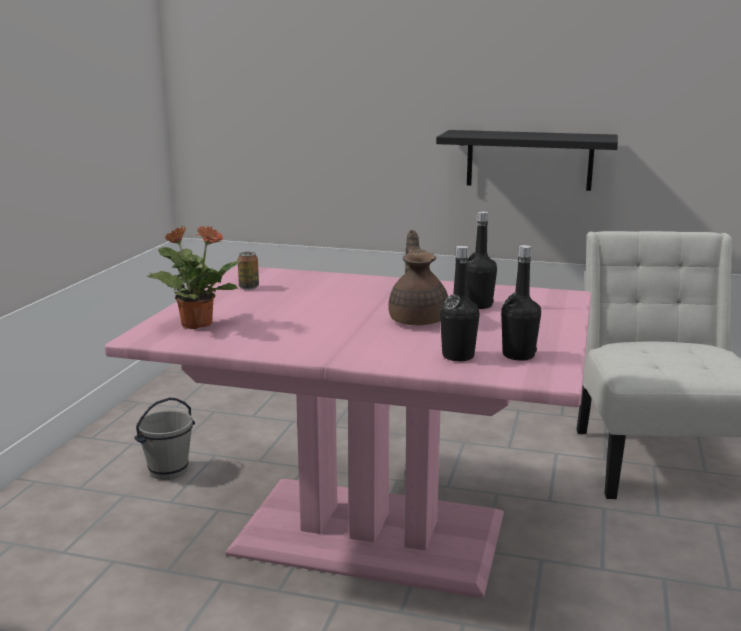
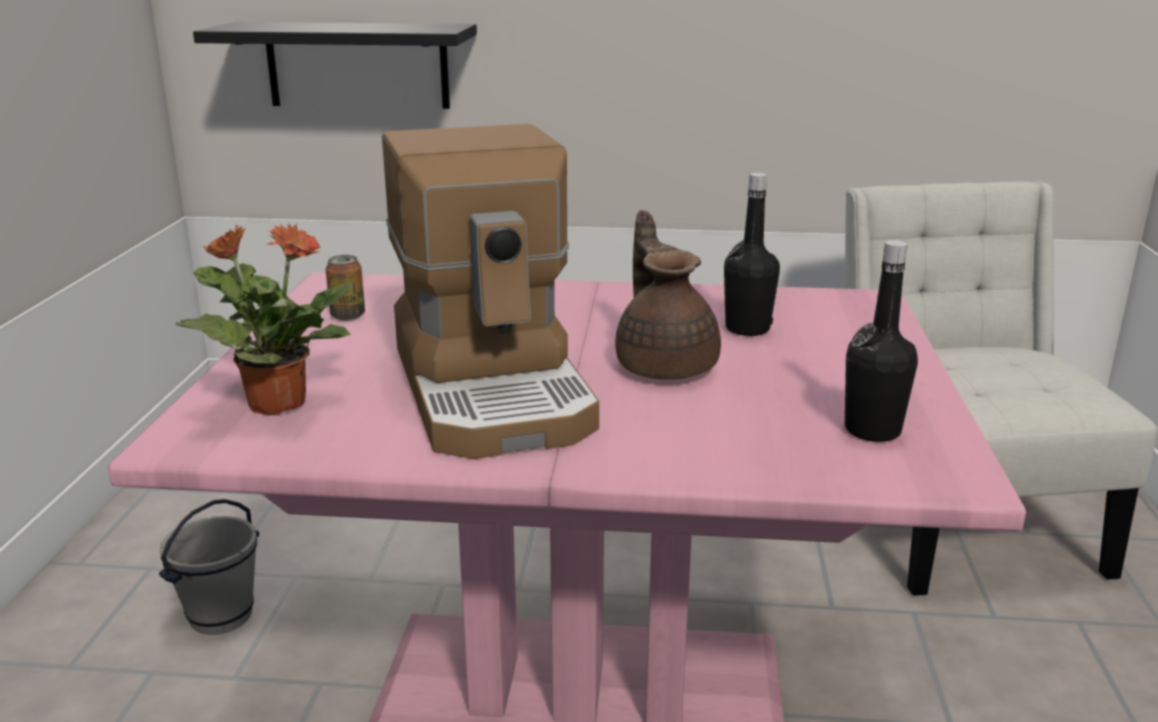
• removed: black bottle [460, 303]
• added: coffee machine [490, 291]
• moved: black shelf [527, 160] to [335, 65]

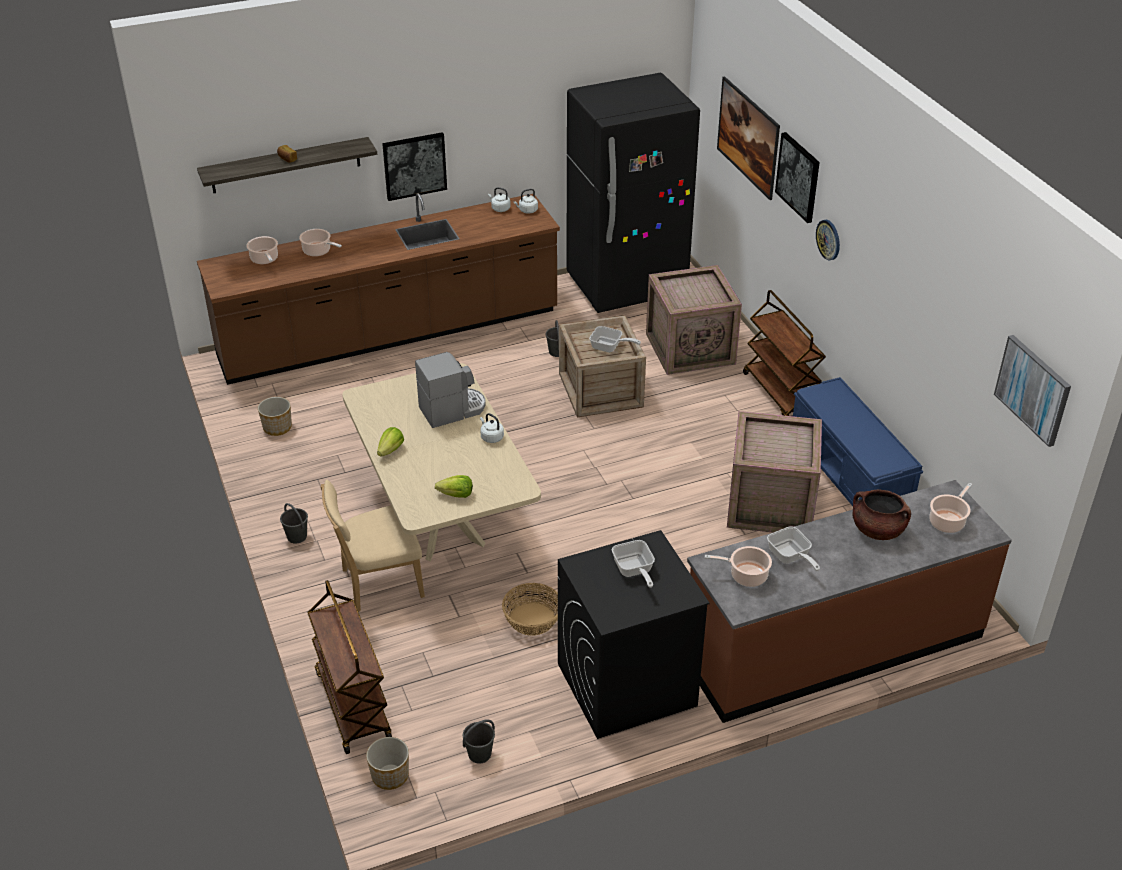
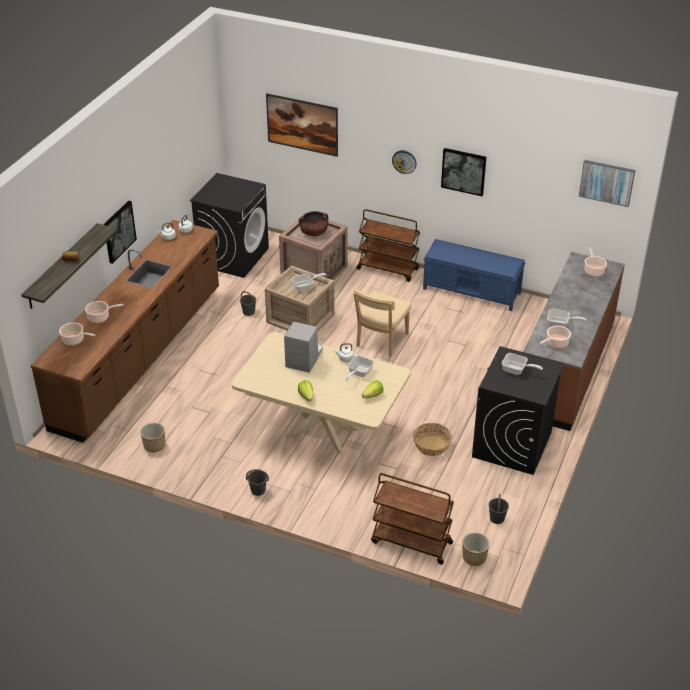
• removed: crate [774, 472]
• added: frying pan [360, 368]
• moved: beige chair [373, 546] to [382, 323]
• moved: picture [797, 177] to [463, 172]
• moved: brown cooking pot [882, 515] to [313, 223]
• replaced: black fridge [633, 193] to black washing machine [229, 225]

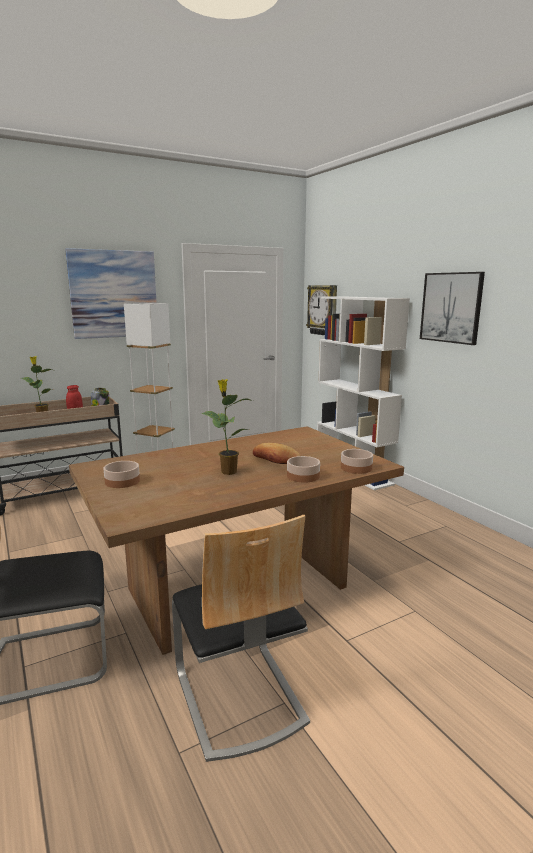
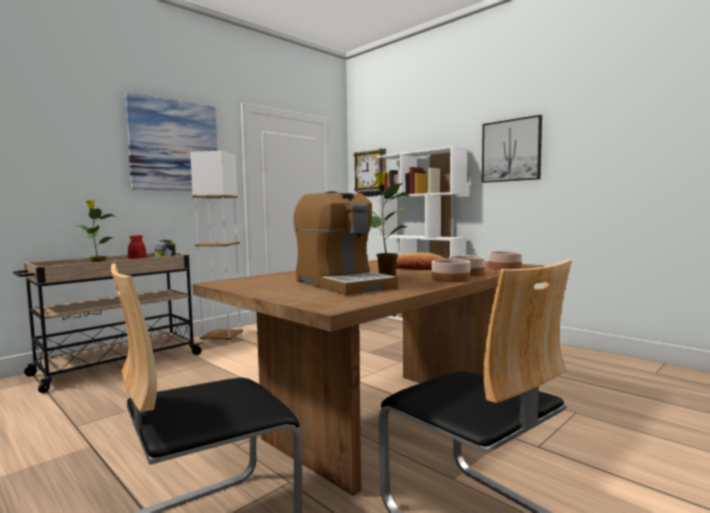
• added: coffee machine [345, 243]
• moved: bowl [122, 474] to [451, 270]

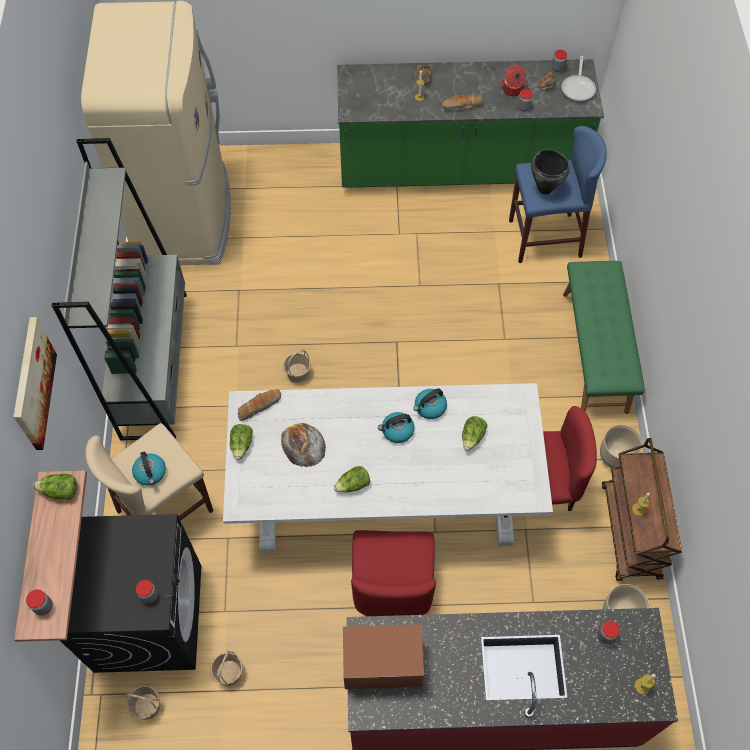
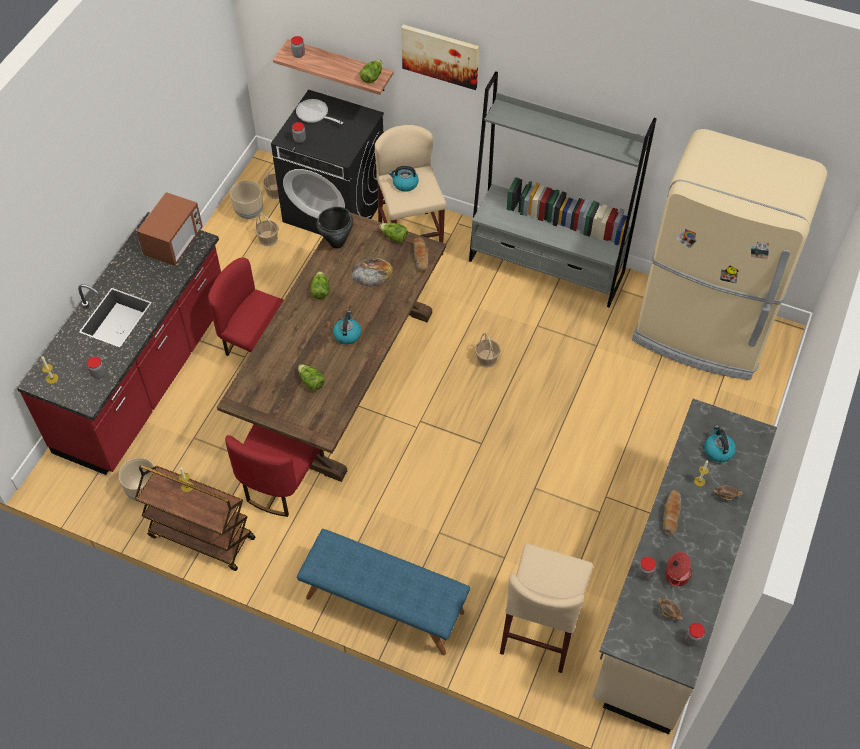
• moved: kettle [430, 403] to [720, 443]
• moved: black cooking pot [550, 171] to [335, 228]
• moved: frying pan [579, 78] to [319, 111]
• moved: beige planter [621, 447] to [246, 199]
• recoloured: white dining table [388, 468] to brown dining table [331, 347]
• recoloured: green counter [470, 123] to beige counter [684, 566]
• recoloured: blue stool [558, 194] to beige stool [546, 608]
• recoloured: green bench [604, 337] to blue bench [383, 592]

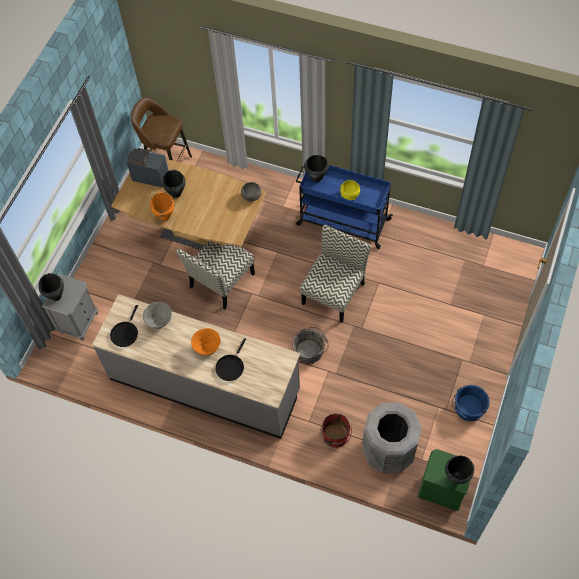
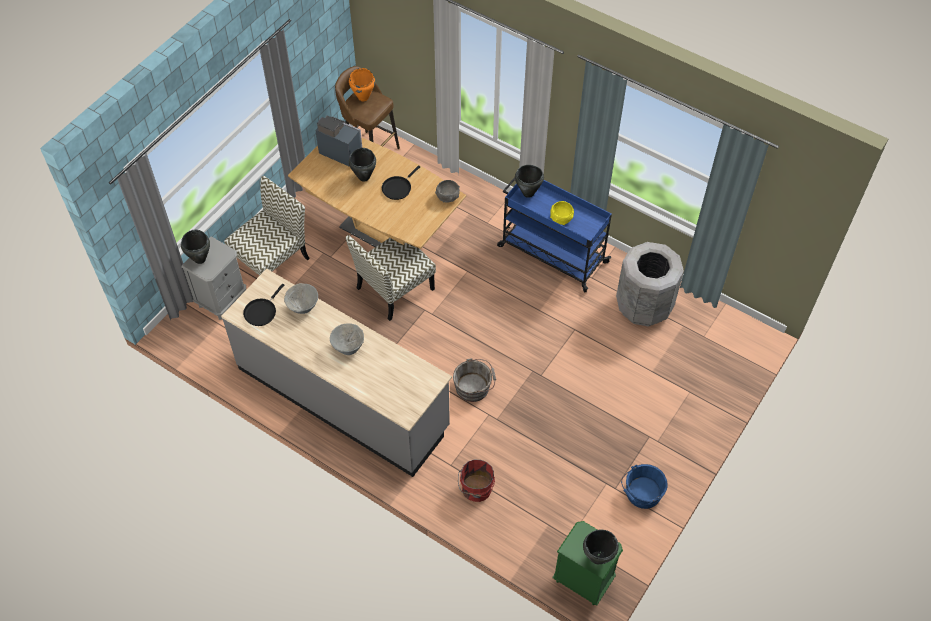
• moved: orange cooking pot [162, 206] to [362, 84]
• moved: black frying pan [230, 359] to [401, 182]
• moved: chair [335, 274] to [267, 226]
• moved: grey trash can [392, 438] to [650, 284]
• recoloured: orange bowl [206, 341] to grey bowl [347, 339]

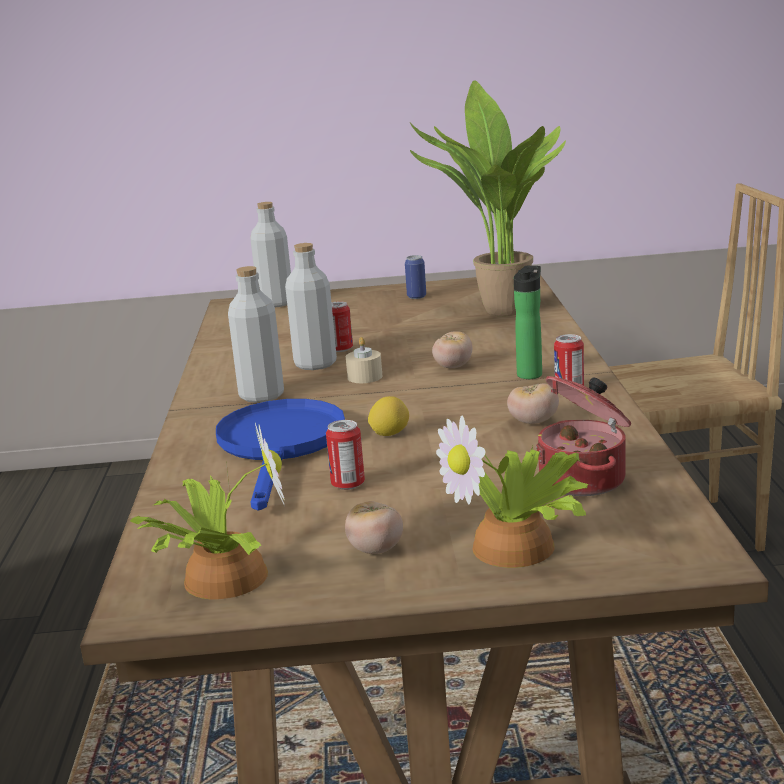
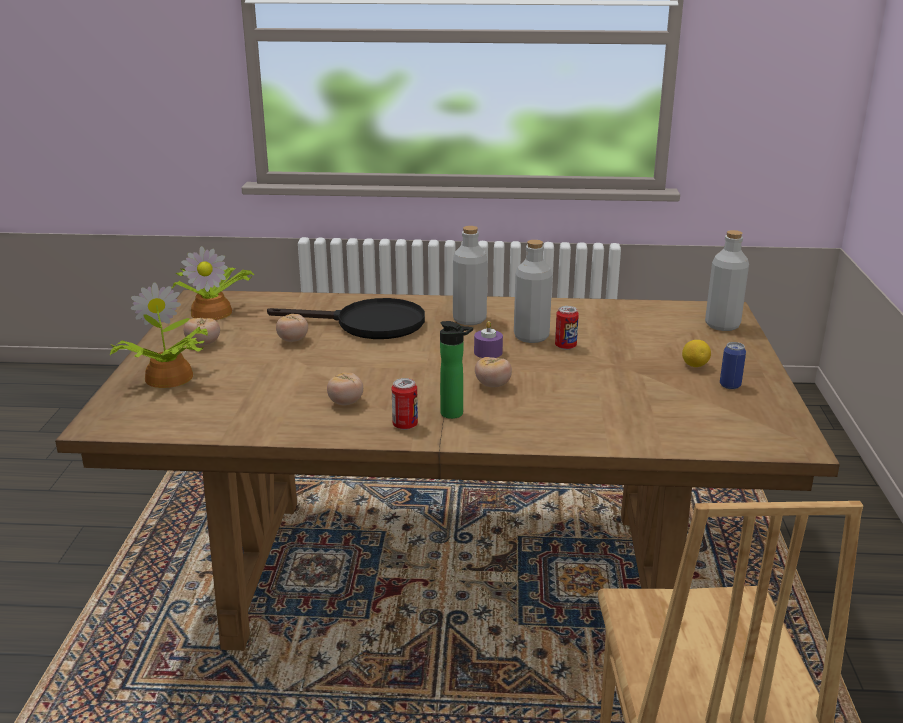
• removed: potted plant [488, 199]
• removed: cooking pot [583, 436]
• moved: lemon [388, 416] to [696, 353]
• replaced: can [345, 455] to tomato [292, 328]
• recoloured: blue frying pan [280, 455] to black frying pan [346, 318]
• recoloured: beige candle [364, 360] to purple candle [488, 339]

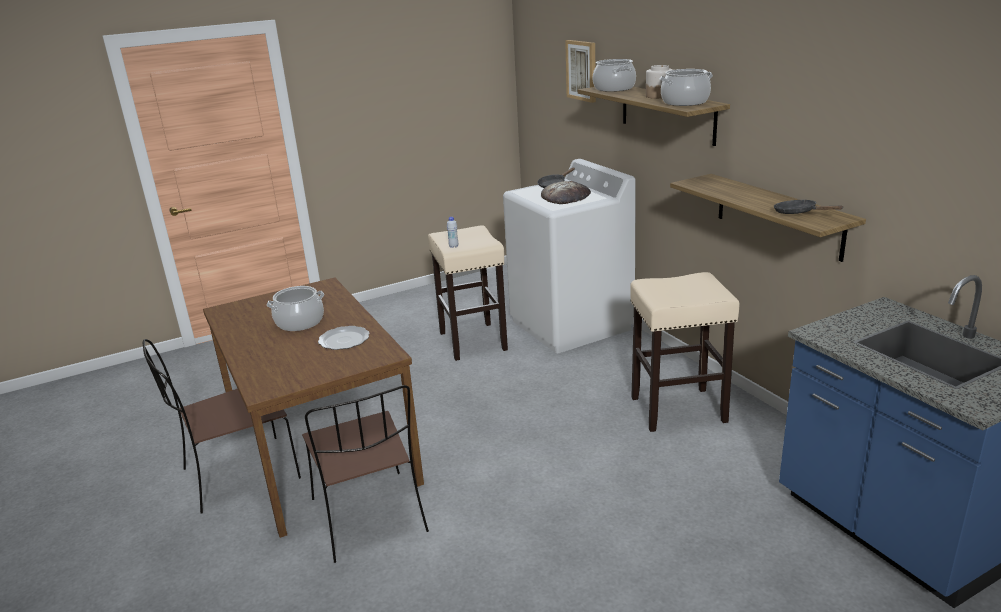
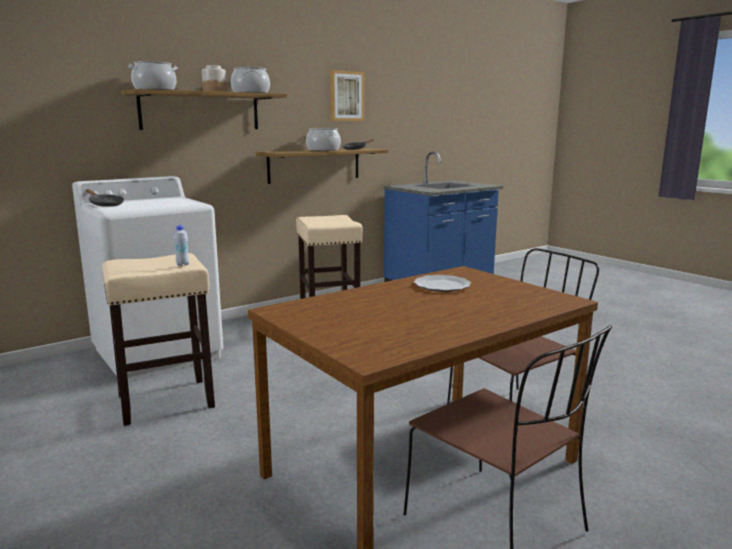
• removed: bread [566, 192]
• moved: cooking pot [295, 308] to [323, 139]
• moved: picture [580, 71] to [347, 95]

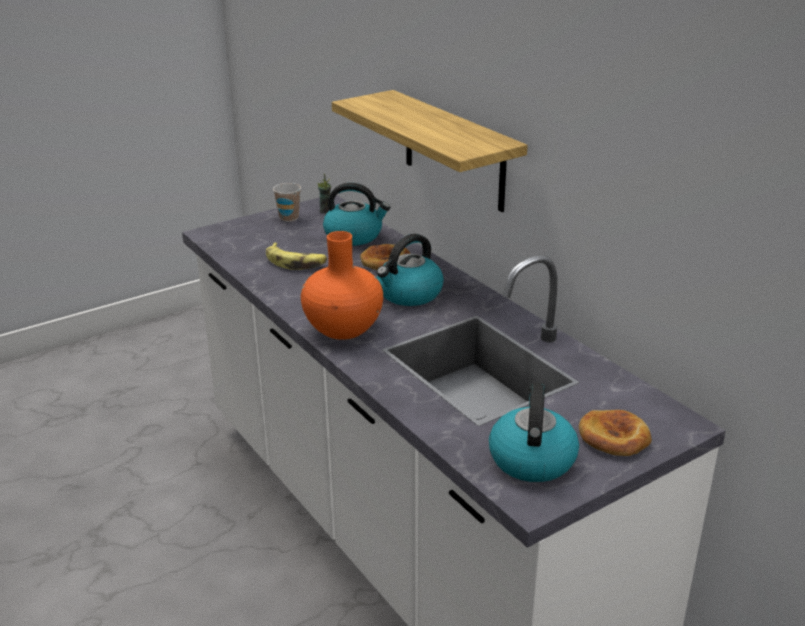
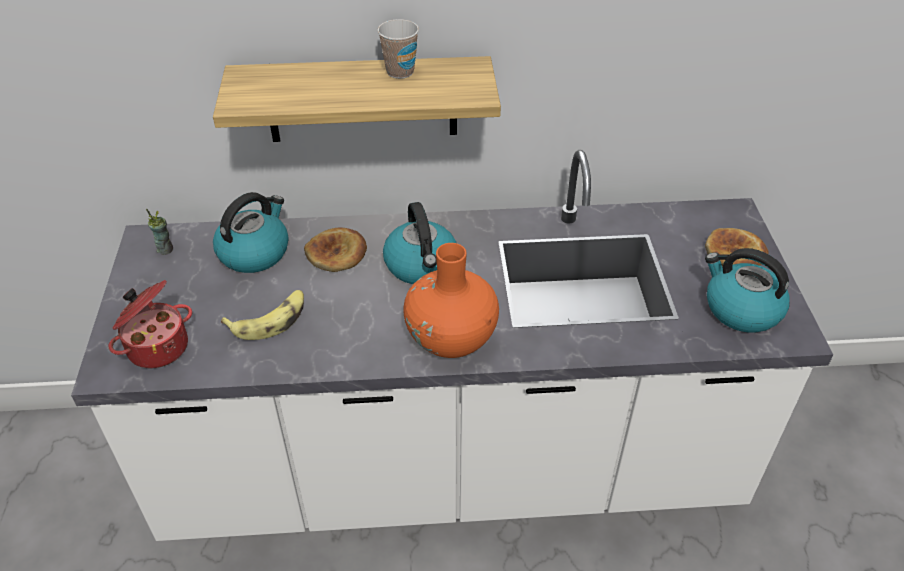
• added: cooking pot [150, 324]
• moved: cup [287, 202] to [398, 49]

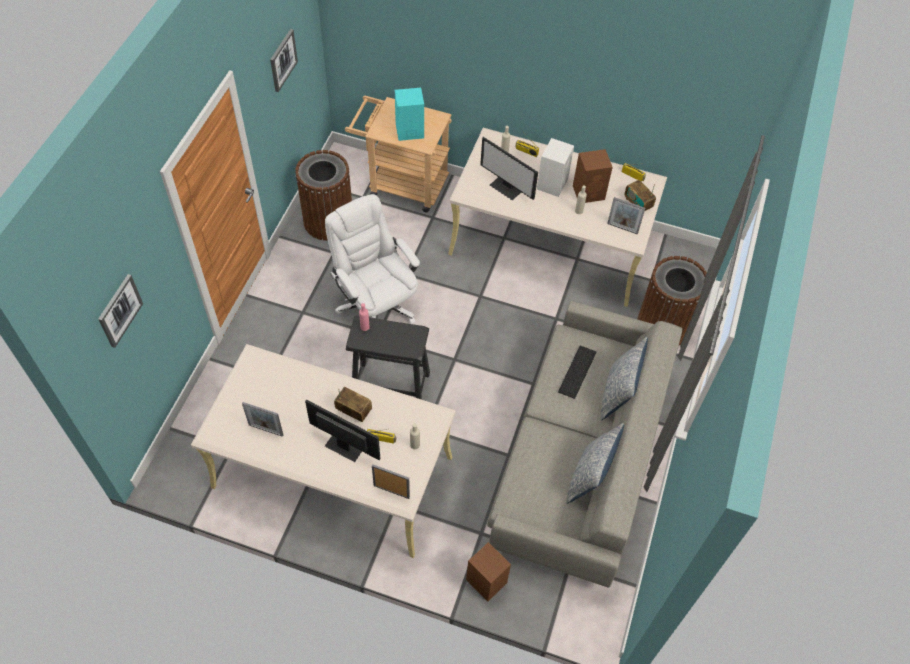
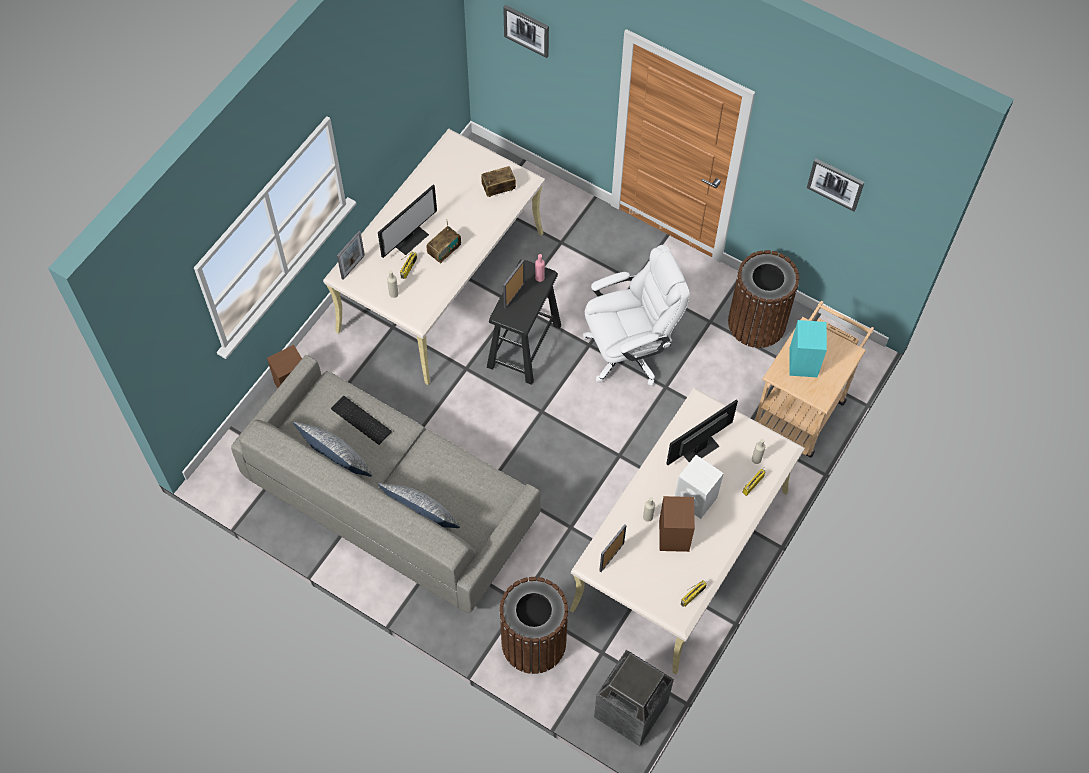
• added: trash can [634, 698]
• moved: picture frame [262, 419] to [514, 284]
• moved: keyboard [577, 372] to [361, 420]
• moved: radio [640, 195] to [498, 181]

